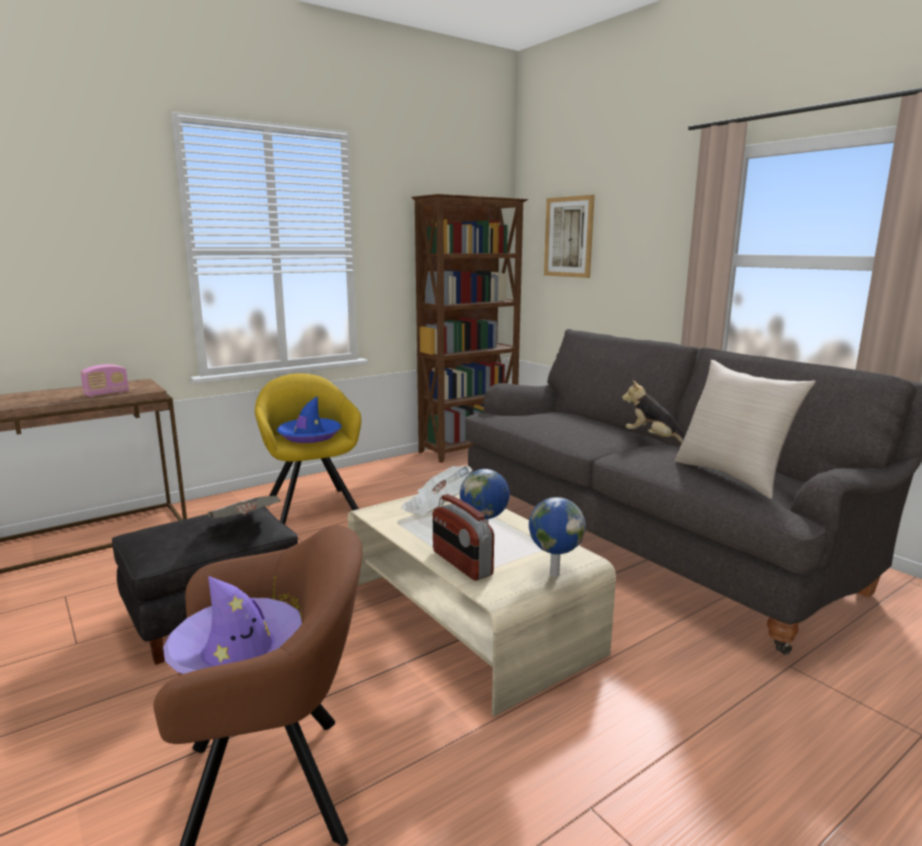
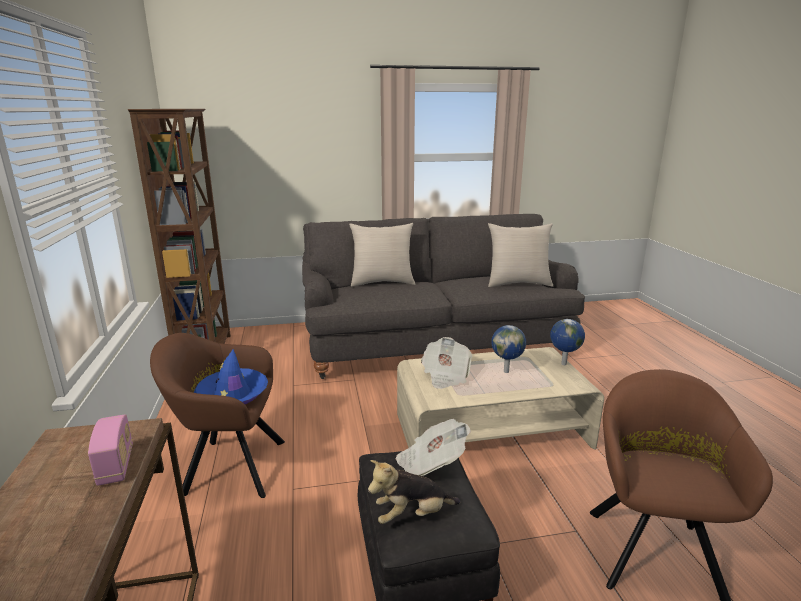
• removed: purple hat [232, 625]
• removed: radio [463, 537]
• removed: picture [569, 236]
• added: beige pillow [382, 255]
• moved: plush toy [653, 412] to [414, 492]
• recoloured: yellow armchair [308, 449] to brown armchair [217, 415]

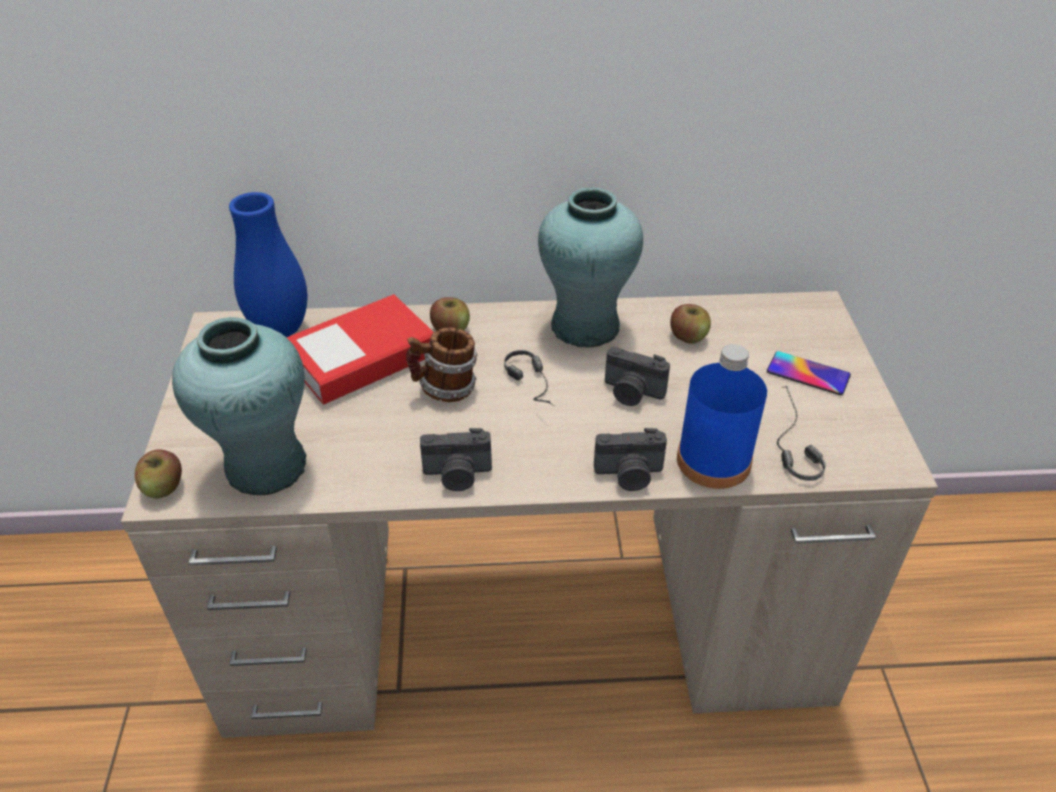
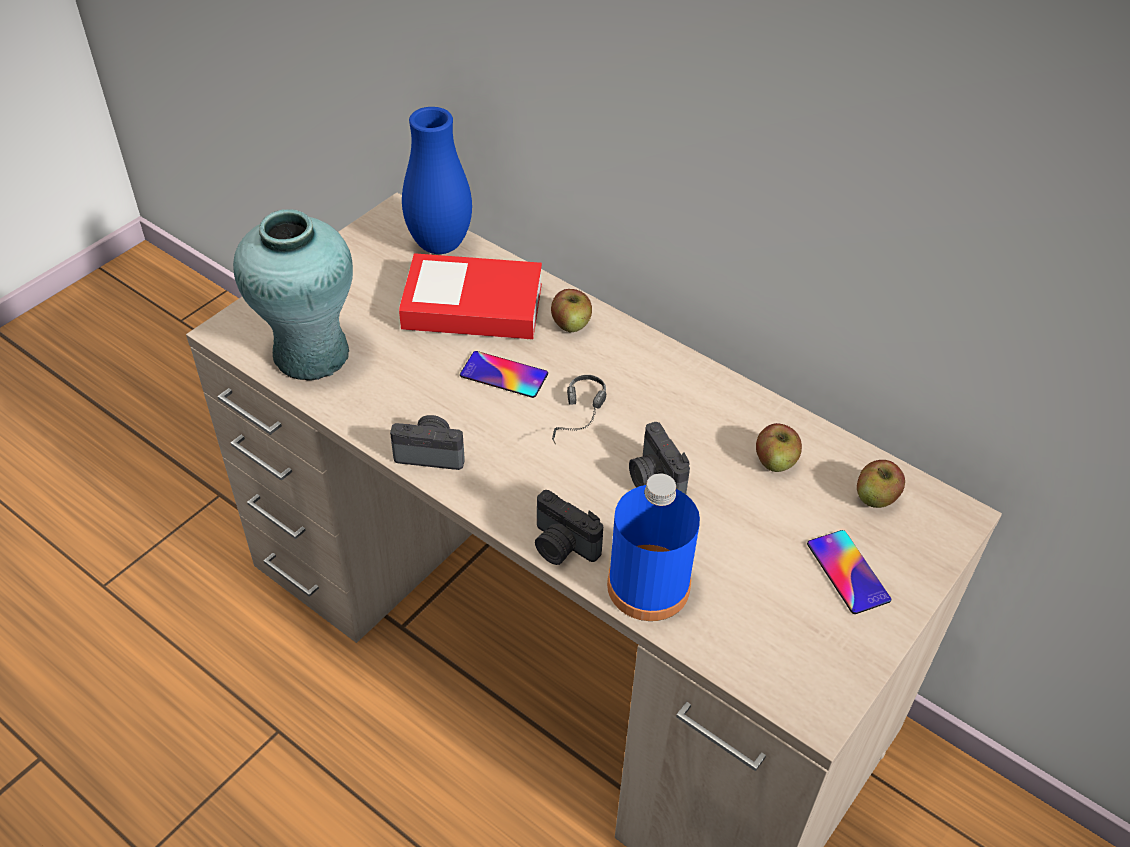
• removed: turquoise vase [590, 267]
• removed: headphones [801, 433]
• moved: apple [158, 473] to [881, 484]
• replaced: mug [442, 364] to phone [504, 374]
• turned: photo camera [456, 459] = [427, 442] 150 degrees clockwise

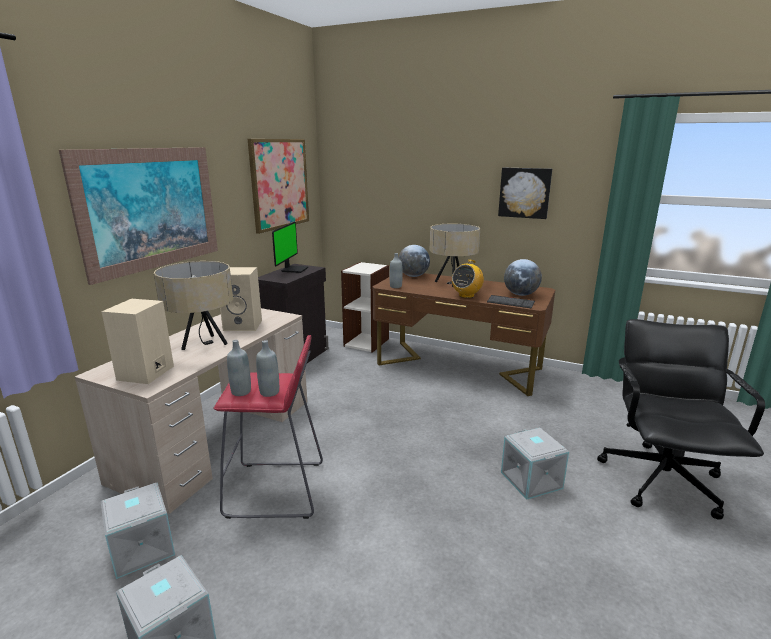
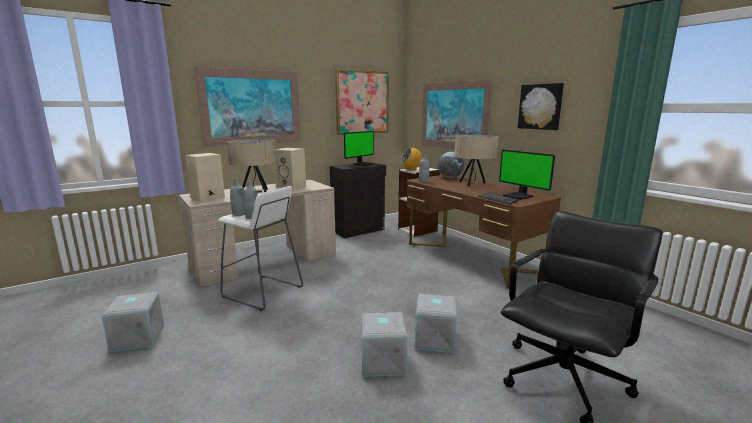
• added: picture [457, 114]
• moved: grey storage box [138, 531] to [384, 344]
• moved: radio [468, 279] to [411, 158]
• replaced: globe [523, 277] to monitor [527, 175]
• recoloured: red stool [268, 427] to white stool [260, 248]

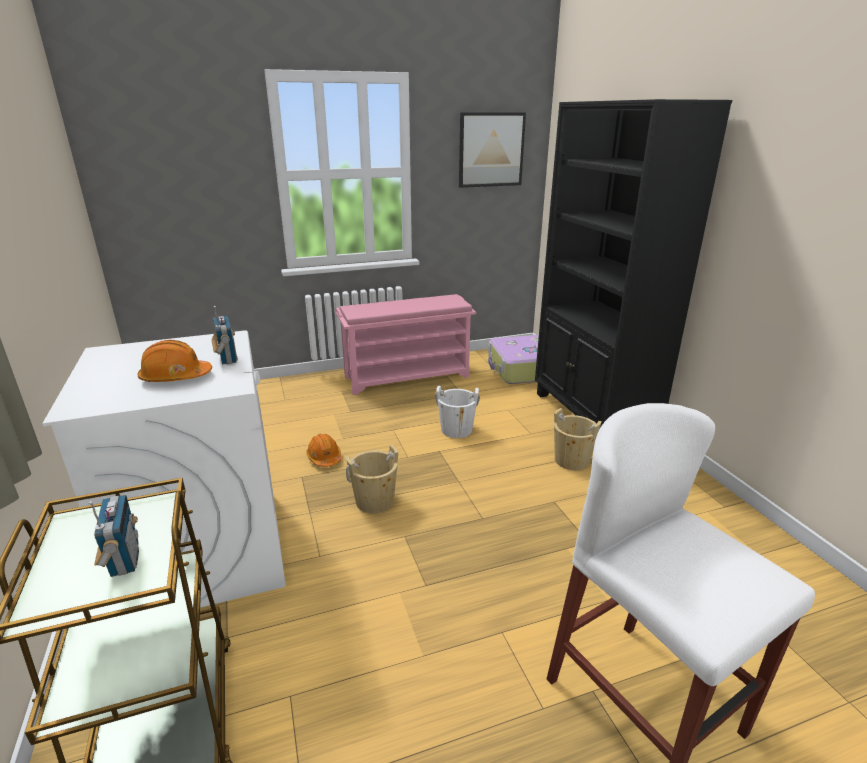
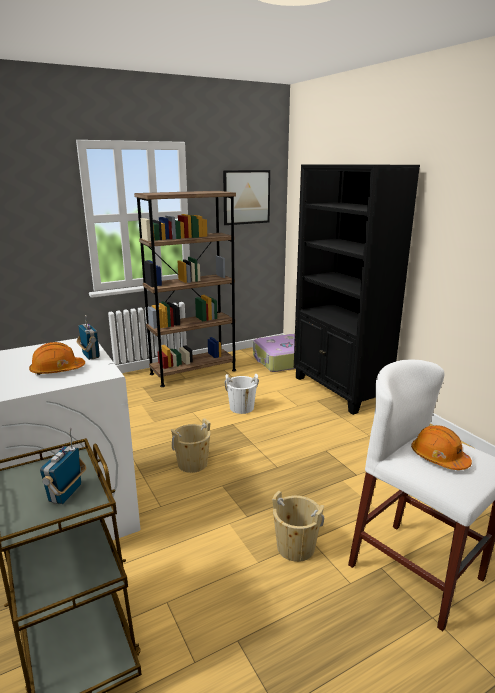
• moved: orange hard hat [323, 450] to [441, 447]
• moved: beige bucket [578, 439] to [298, 526]
• replaced: pink shoe rack [406, 344] to brown bookcase [185, 289]
• turned: radio [114, 536] = [63, 466] 135 degrees counterclockwise

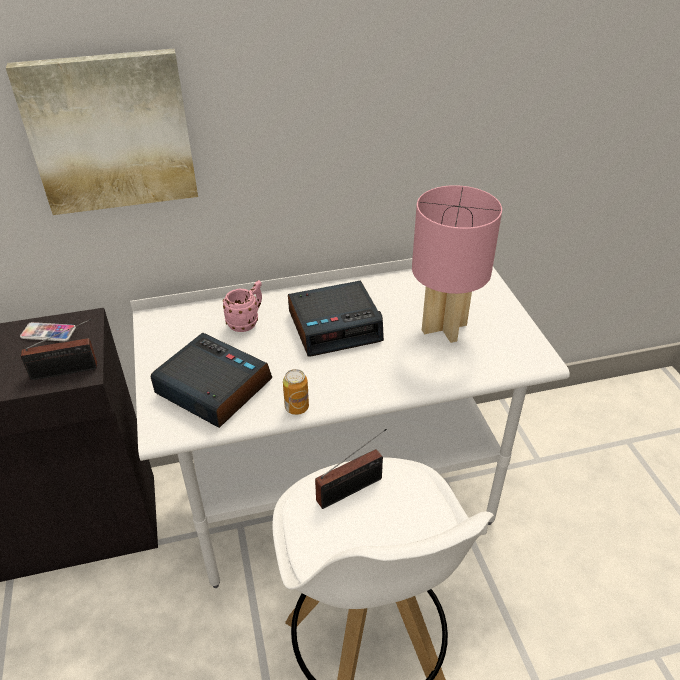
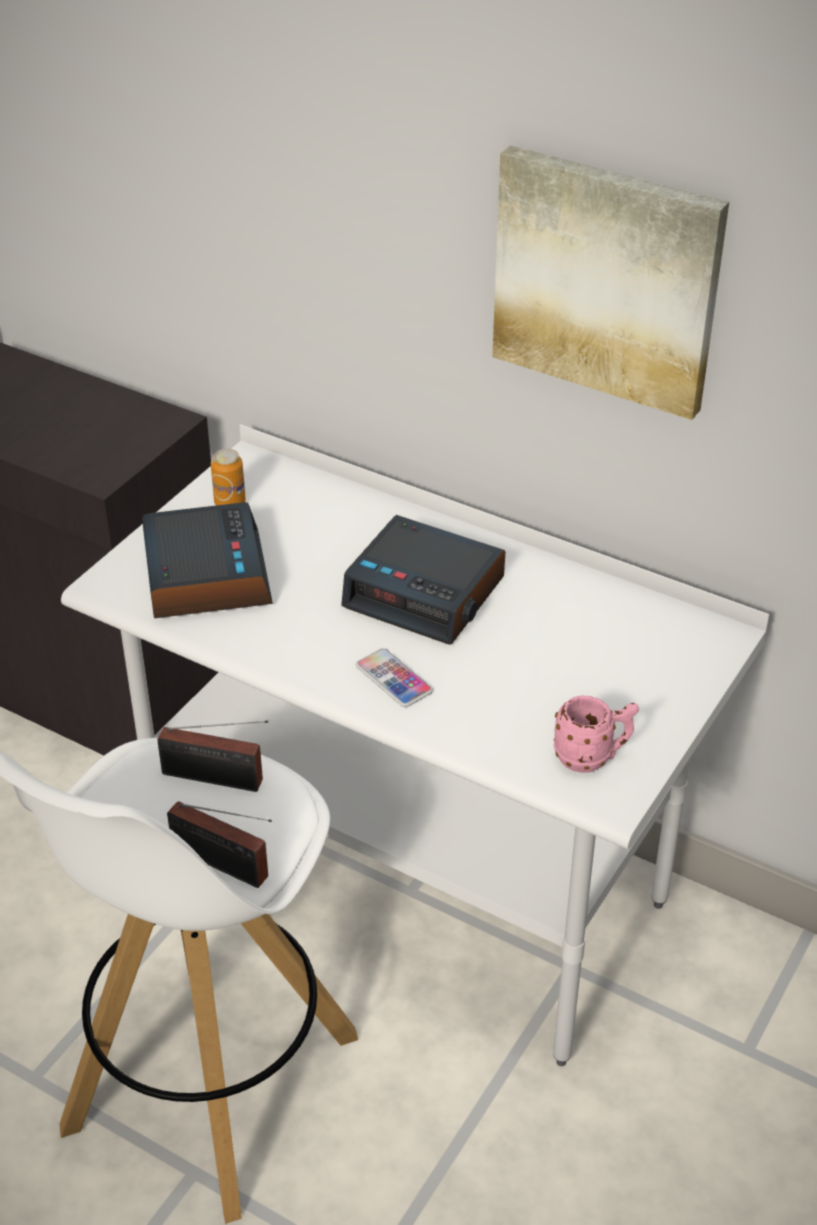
• removed: pink table lamp [457, 264]
• moved: picture [102, 132] to [610, 282]
• moved: phone [48, 332] to [394, 677]
• moved: radio [59, 349] to [219, 844]
• moved: pink mug [242, 306] to [596, 734]
• moved: can [296, 392] to [228, 477]

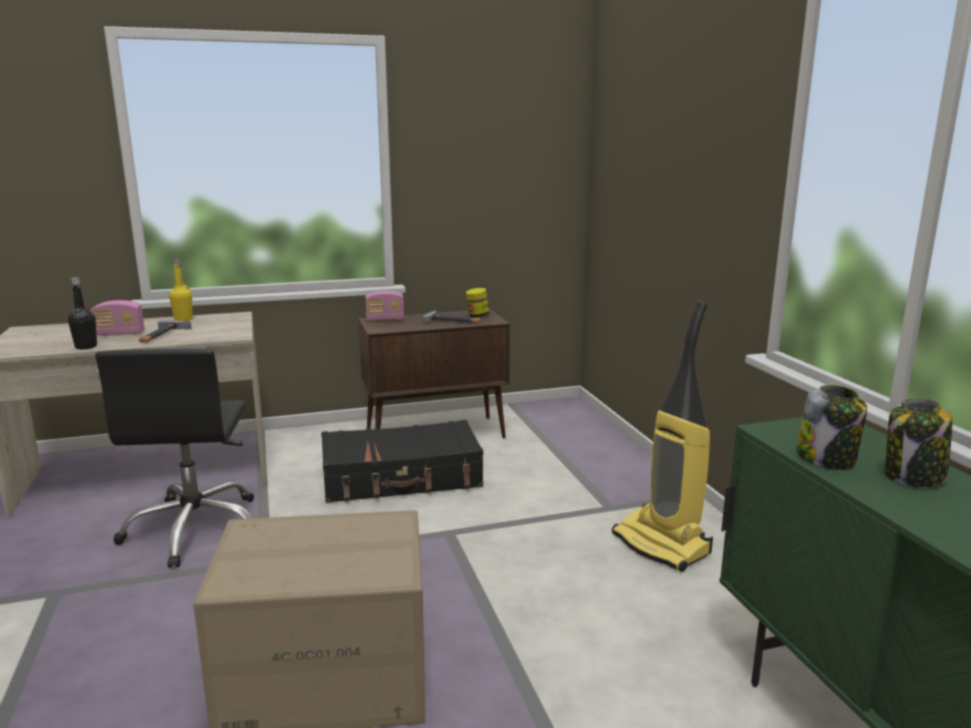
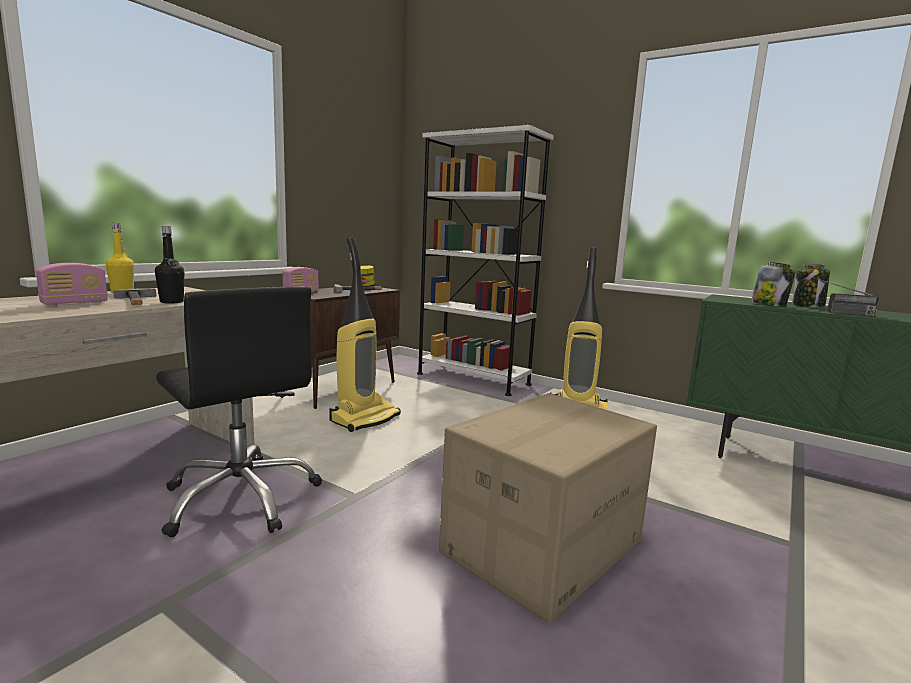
• added: white bookcase [485, 260]
• added: radio [845, 296]
• moved: black bottle [82, 313] to [169, 265]
• replaced: black suitcase [402, 461] to vacuum cleaner [365, 335]

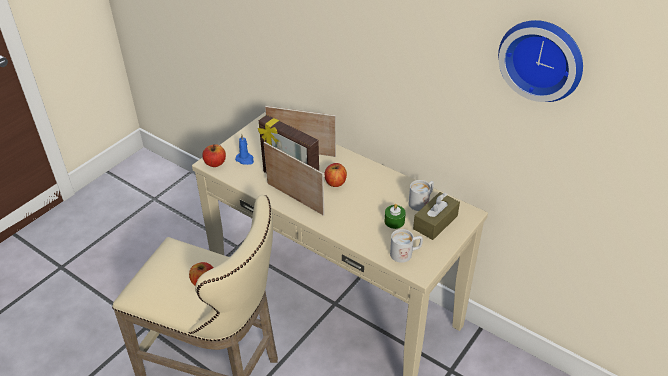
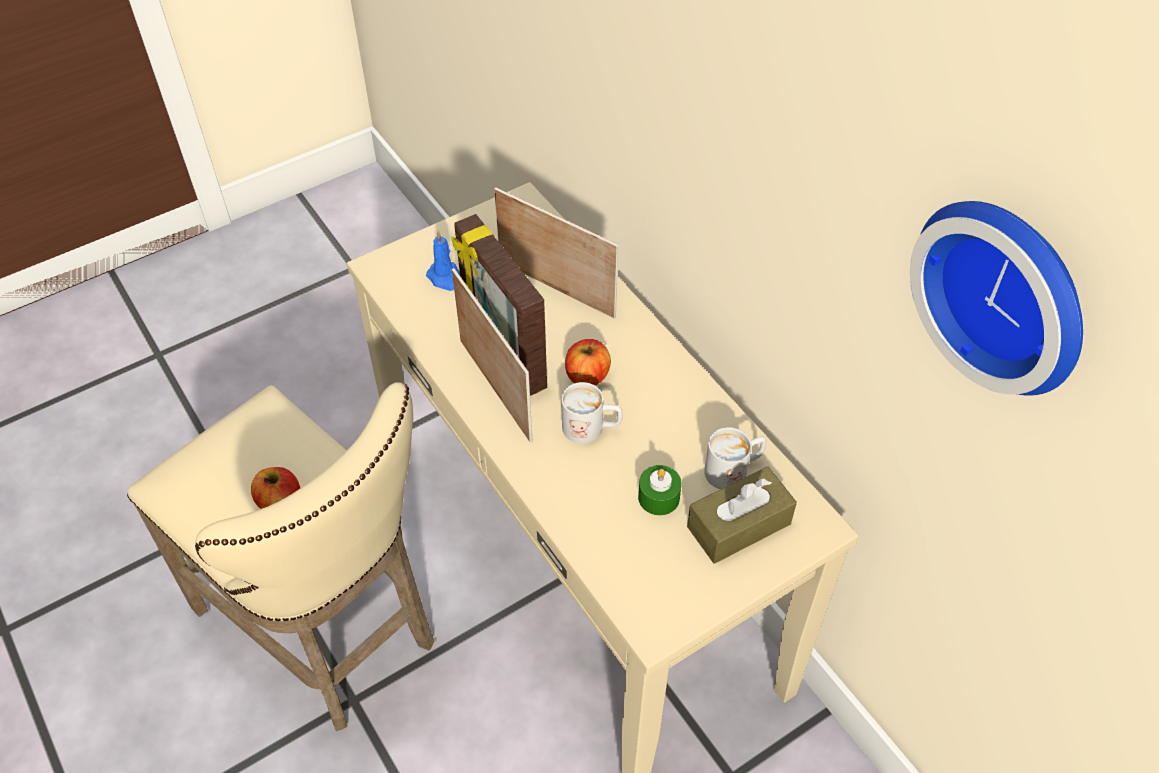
• removed: apple [214, 155]
• moved: white mug [406, 246] to [592, 413]

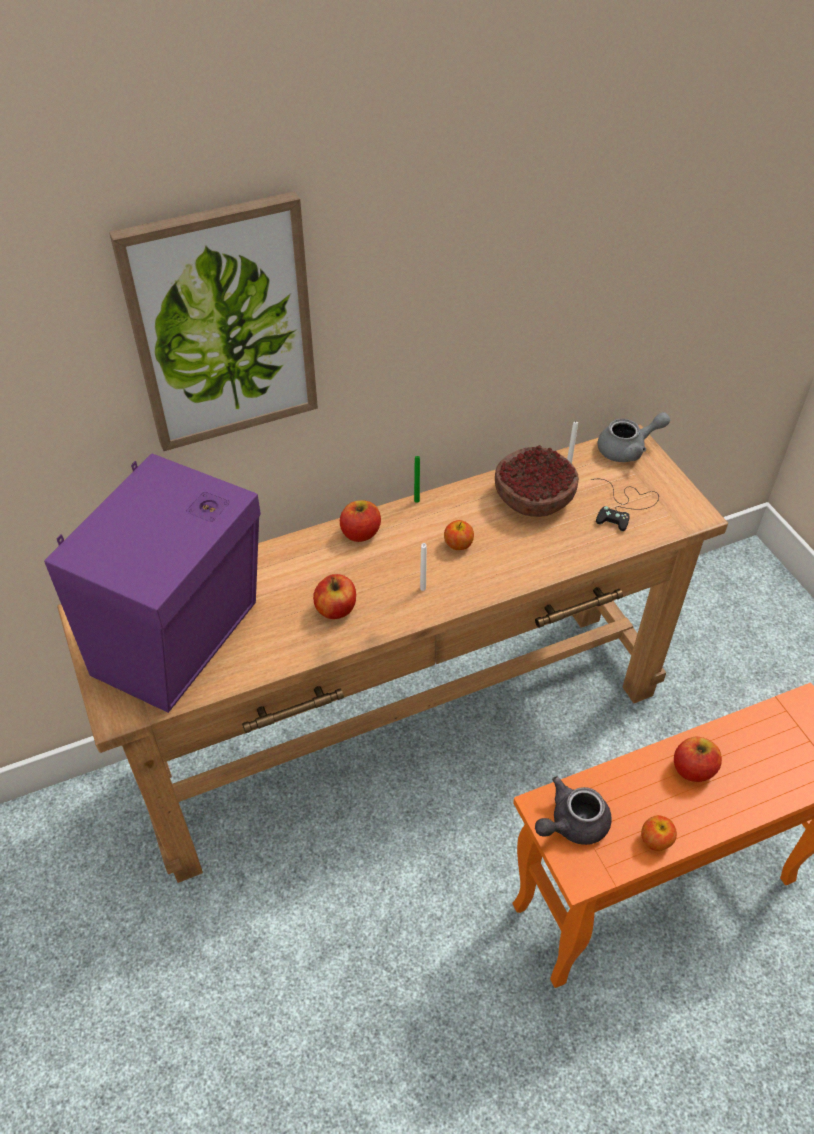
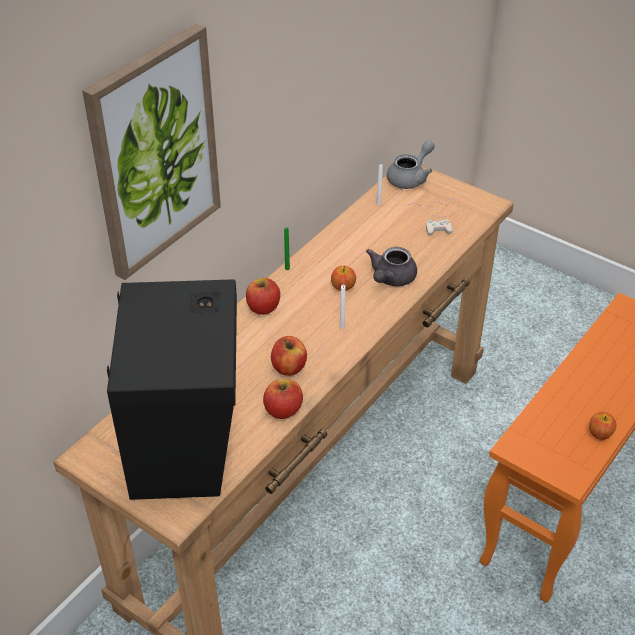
• removed: bowl [537, 481]
• moved: grey teapot [573, 810] to [391, 266]
• moved: apple [698, 759] to [283, 399]
• recoloured: purple speaker [152, 583] to black speaker [172, 389]
• recoloured: black game controller [625, 505] to white game controller [431, 217]

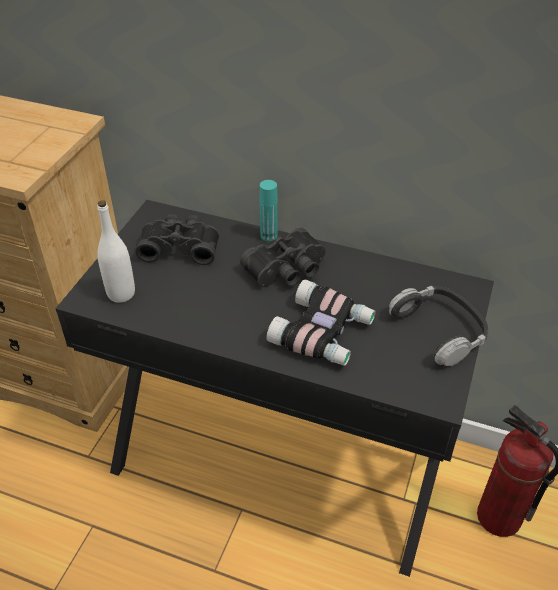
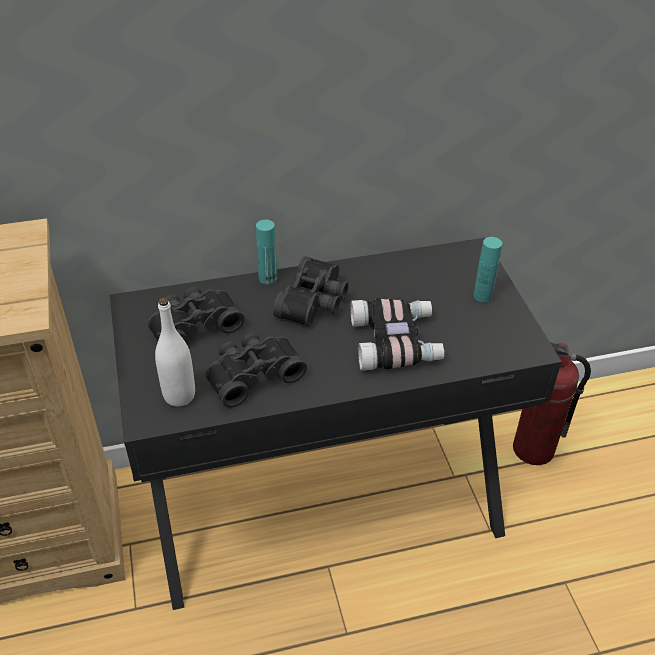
• added: black binoculars [256, 370]
• replaced: headphones [439, 326] to turquoise bottle [487, 269]

